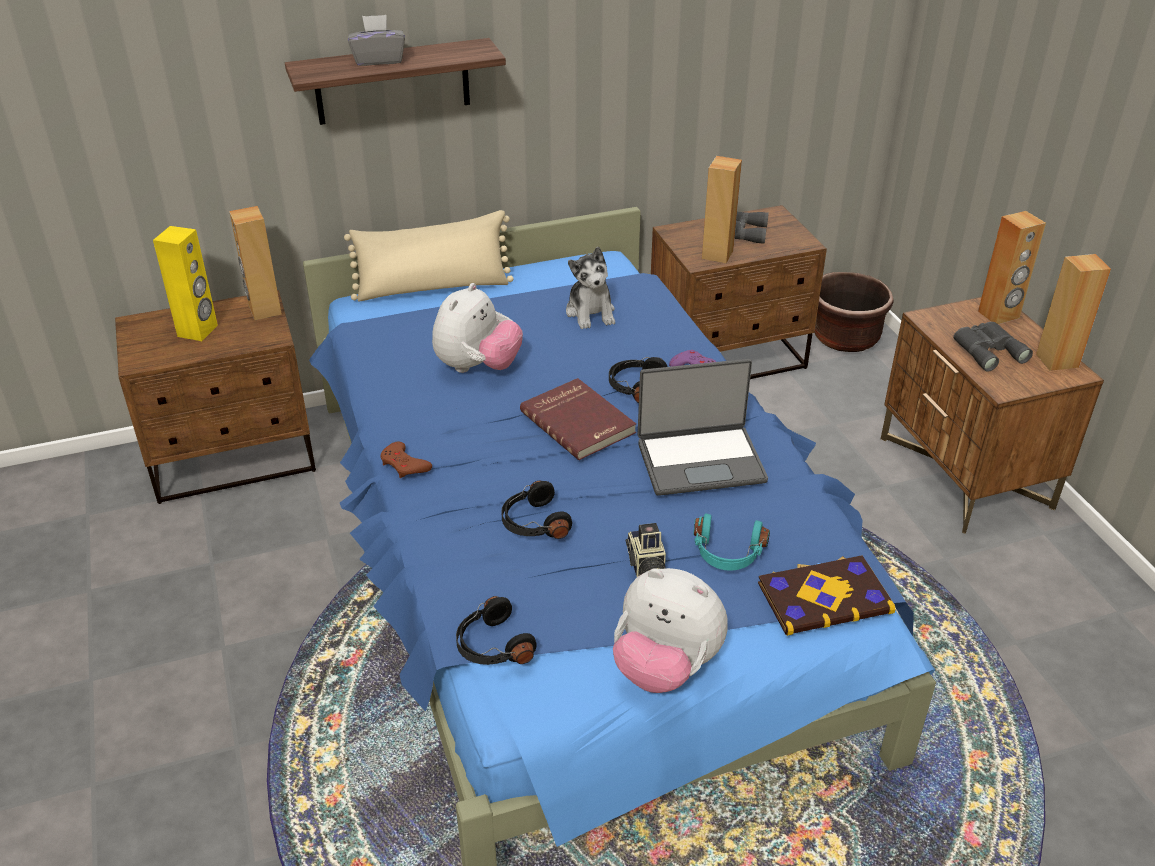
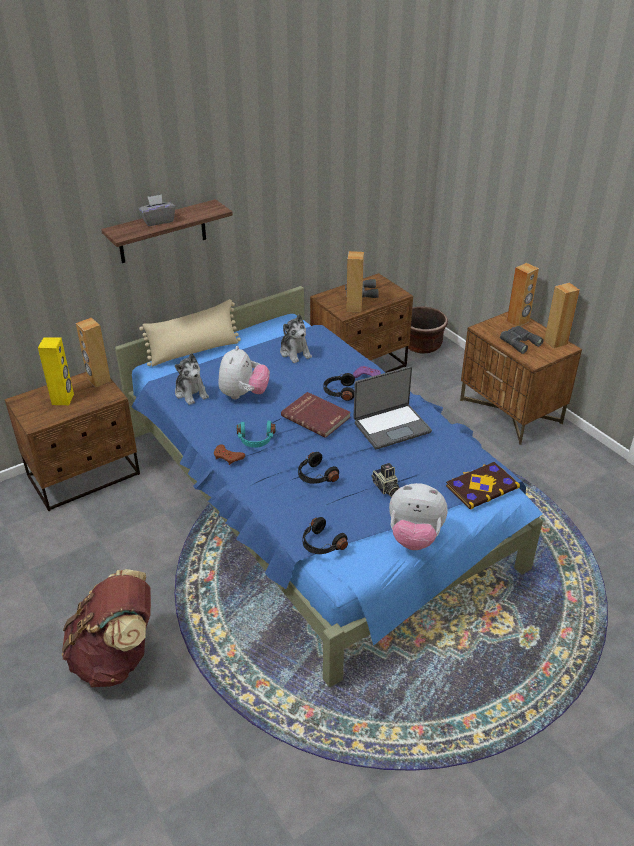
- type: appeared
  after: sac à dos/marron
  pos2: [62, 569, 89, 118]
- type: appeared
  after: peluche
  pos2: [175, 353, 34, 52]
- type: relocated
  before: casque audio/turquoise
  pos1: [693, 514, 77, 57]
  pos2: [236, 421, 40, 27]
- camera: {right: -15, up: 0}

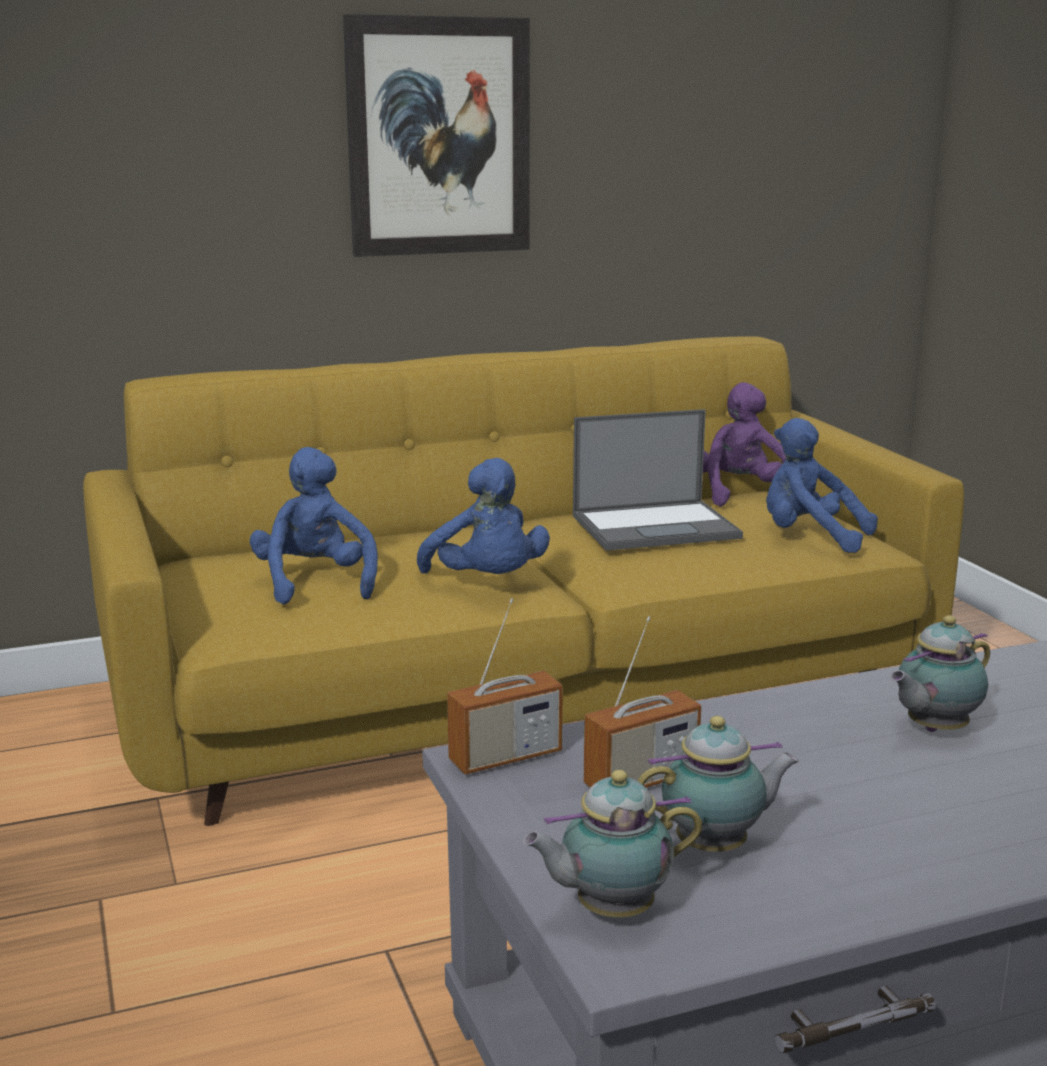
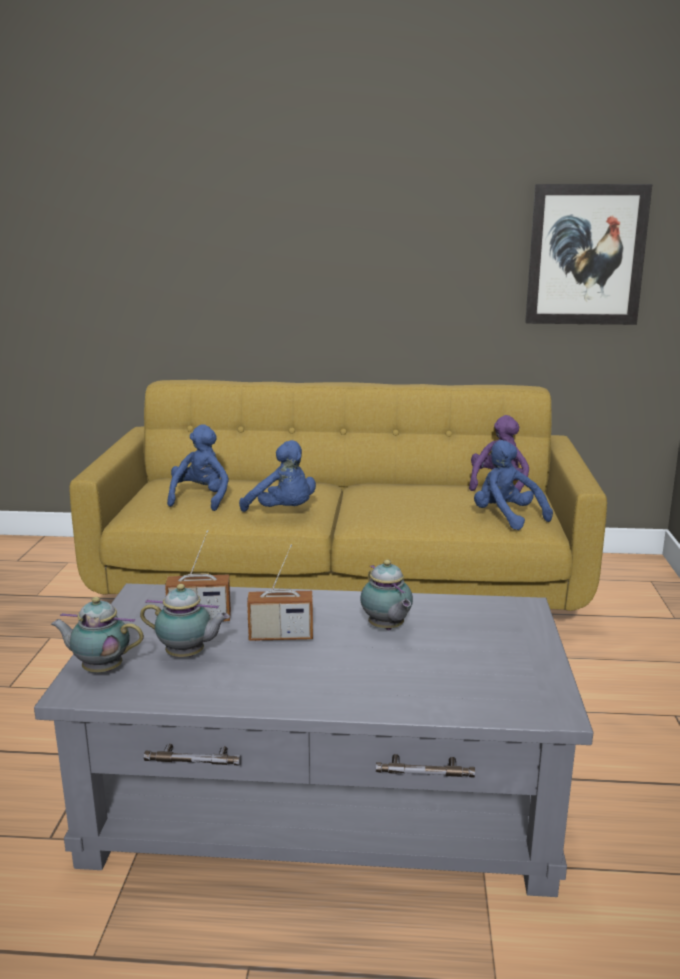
- type: missing
  before: ordinateur portable
  pos1: [573, 409, 170, 142]
- type: relocated
  before: tableau
  pos1: [343, 14, 187, 243]
  pos2: [525, 184, 127, 141]
- type: relocated
  before: radio
  pos1: [447, 598, 116, 176]
  pos2: [247, 544, 66, 97]
- type: spun
  before: peluche/bleu
  pos1: [417, 458, 133, 116]
  pos2: [239, 440, 77, 72]
  turn: -45
- type: spun
  before: théière
  pos1: [890, 615, 100, 117]
  pos2: [360, 560, 53, 70]
  turn: -105
- camera: {right: 25, up: 0}

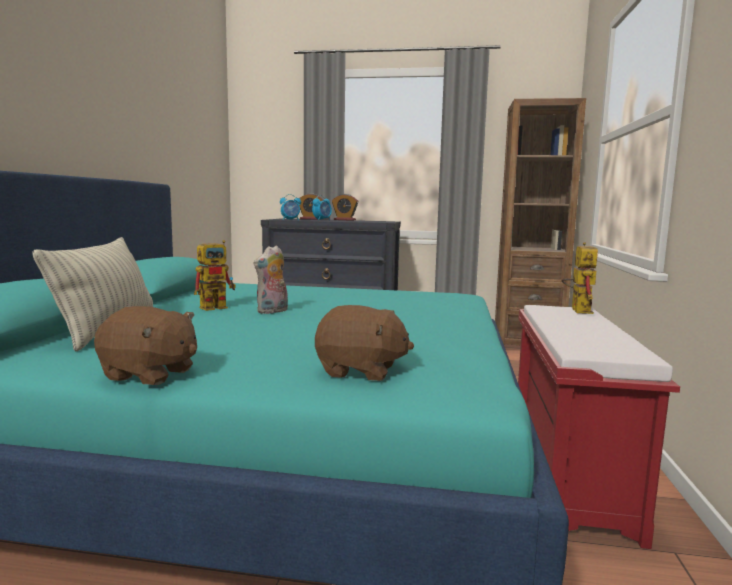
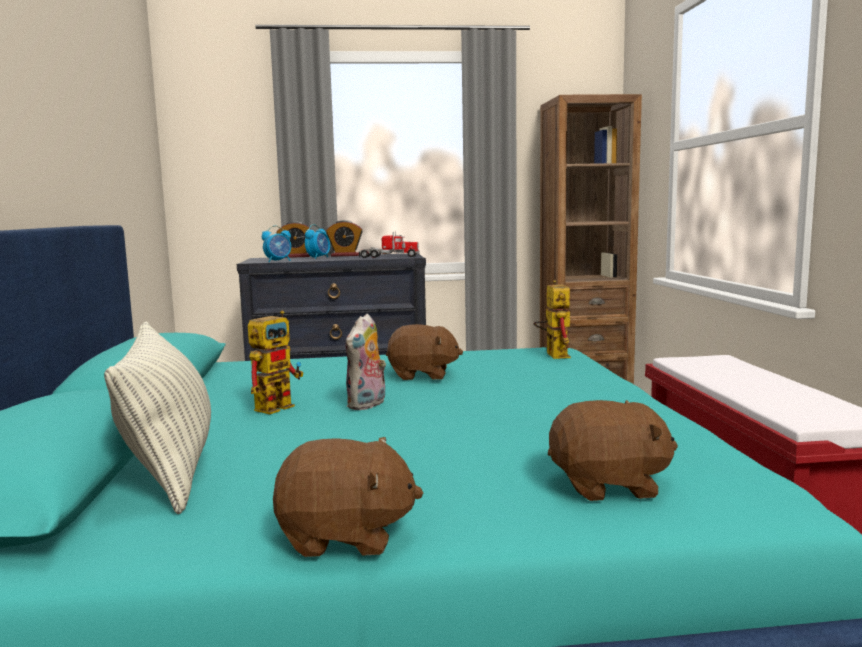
- type: appeared
  after: camion jouet
  pos2: [359, 231, 61, 27]
- type: appeared
  after: peluche/marron
  pos2: [386, 324, 77, 56]
- type: relocated
  before: robot jouet
  pos1: [562, 242, 36, 72]
  pos2: [534, 280, 37, 79]
- camera: {right: -15, up: 0}

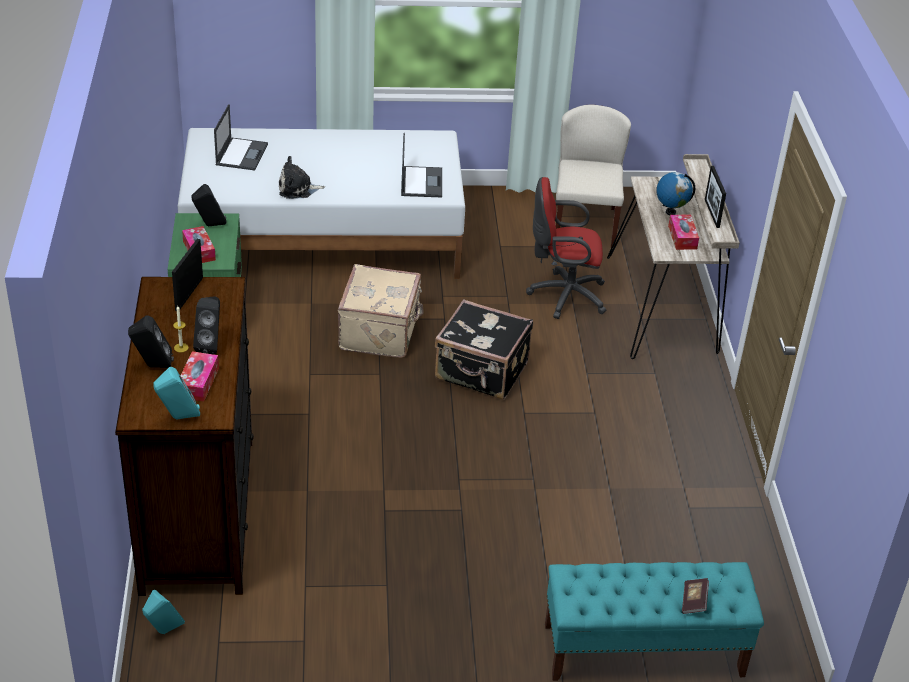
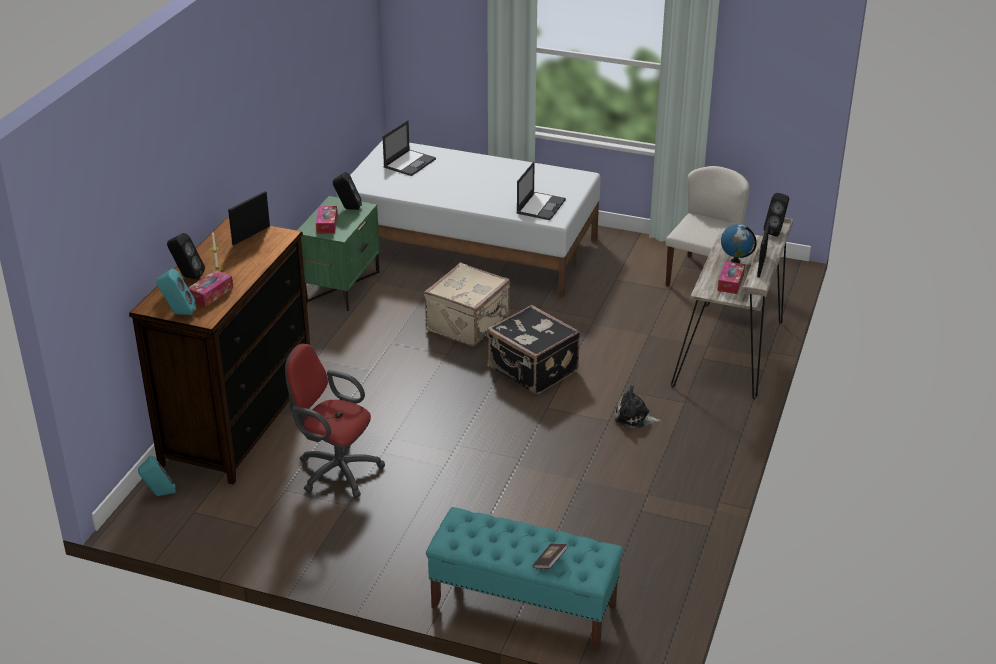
- type: relocated
  before: enceinte/noir
  pos1: [193, 297, 27, 58]
  pos2: [764, 193, 25, 43]
- type: relocated
  before: peluche
  pos1: [279, 156, 46, 43]
  pos2: [614, 385, 47, 43]
- type: relocated
  before: chaise de bureau/rouge
  pos1: [526, 177, 80, 142]
  pos2: [285, 343, 100, 155]
- camera: {right: 25, up: -5}

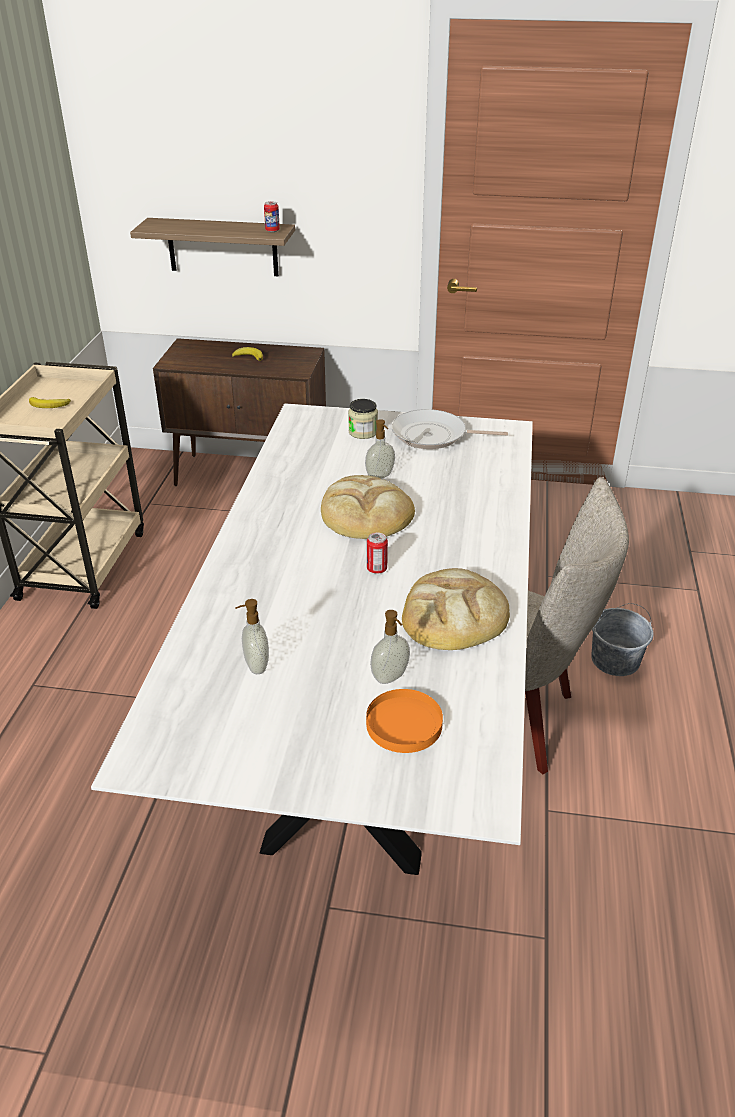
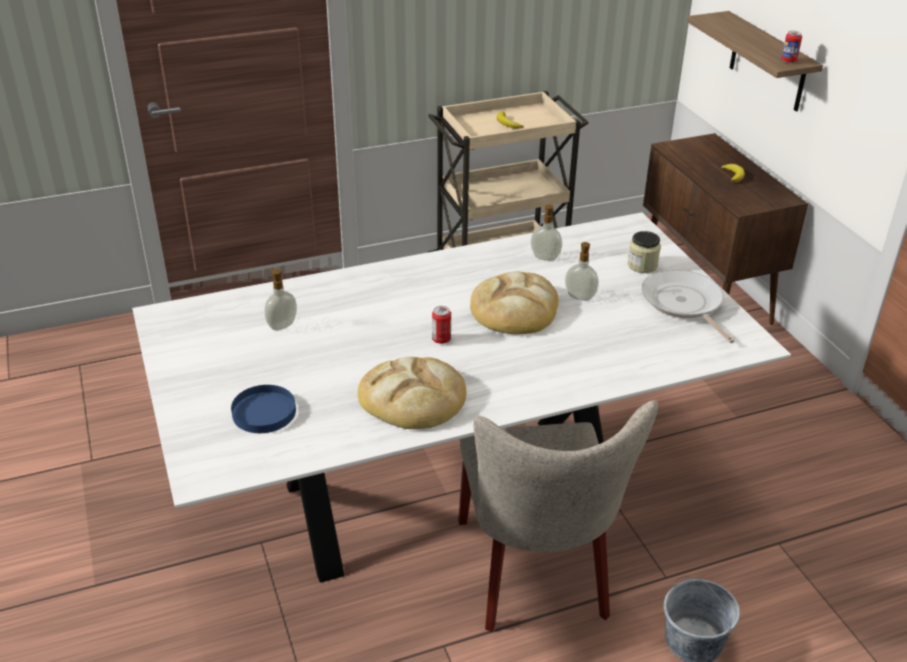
- type: relocated
  before: distributeur de savon
  pos1: [370, 610, 40, 74]
  pos2: [531, 205, 31, 56]
- type: colour
  before: assiette/orange
  after: assiette/bleu
  pos1: [366, 689, 77, 64]
  pos2: [231, 385, 65, 48]
- camera: {right: 60, up: 0}

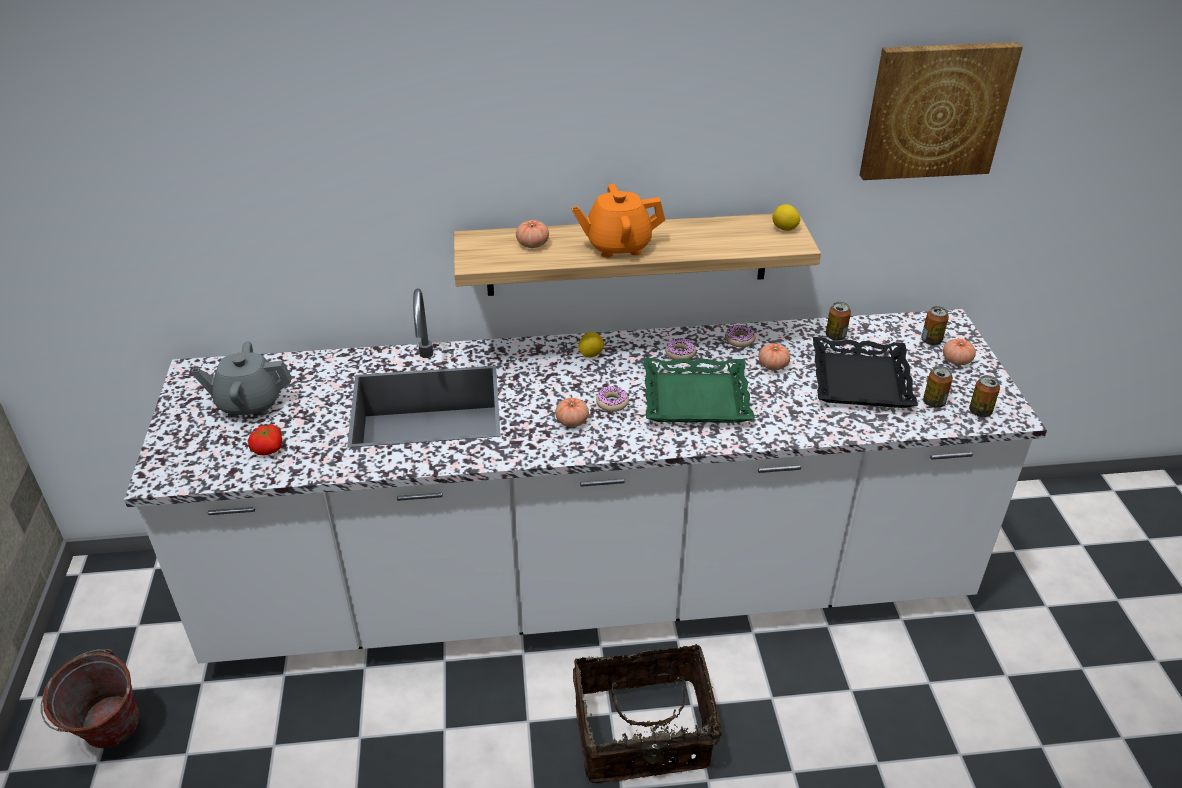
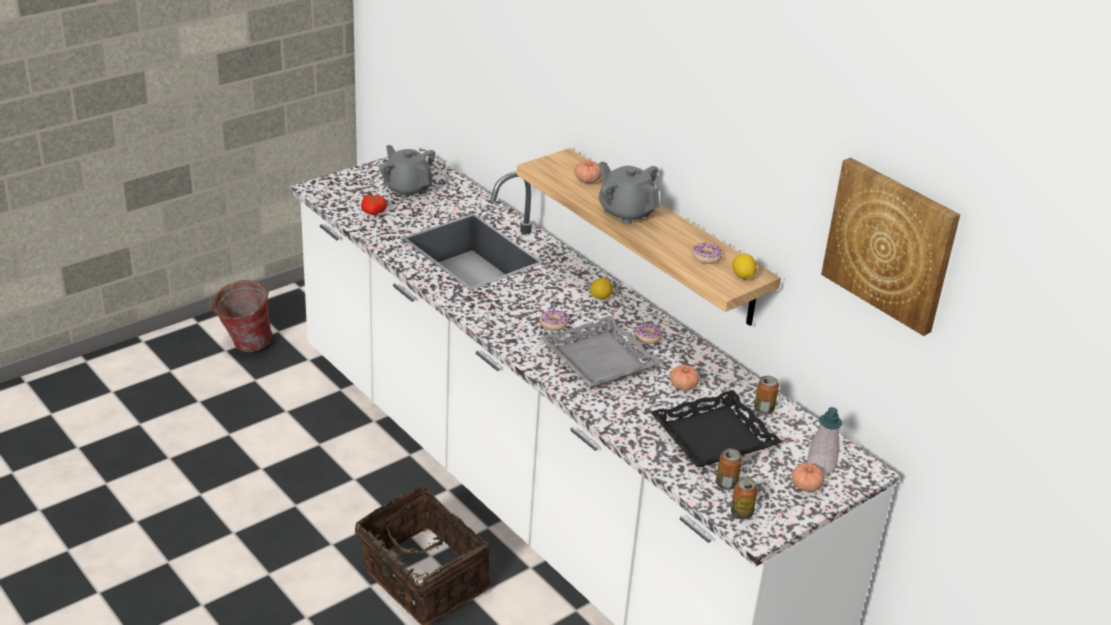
- type: missing
  before: tomate
  pos1: [555, 398, 34, 29]
- type: relocated
  before: beignet
  pos1: [725, 325, 31, 22]
  pos2: [692, 243, 30, 21]
- type: exchanged
  before: boîte métallique
  after: distributeur de savon
  pos1: [921, 306, 28, 39]
  pos2: [807, 407, 35, 67]
- type: colour
  before: théière/orange
  after: théière/gris
  pos1: [571, 184, 94, 74]
  pos2: [599, 161, 61, 64]
- type: colour
  before: plateau/vert
  after: plateau/gris
  pos1: [643, 358, 112, 65]
  pos2: [539, 316, 123, 72]
- camera: {right: 55, up: -5}

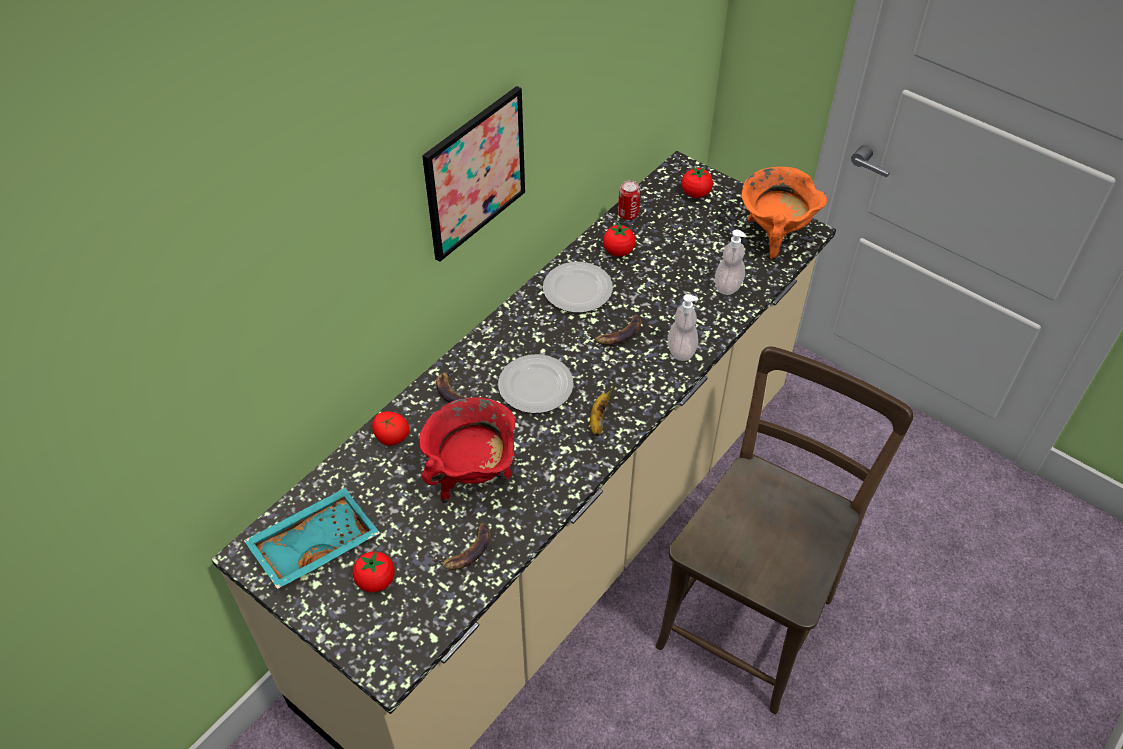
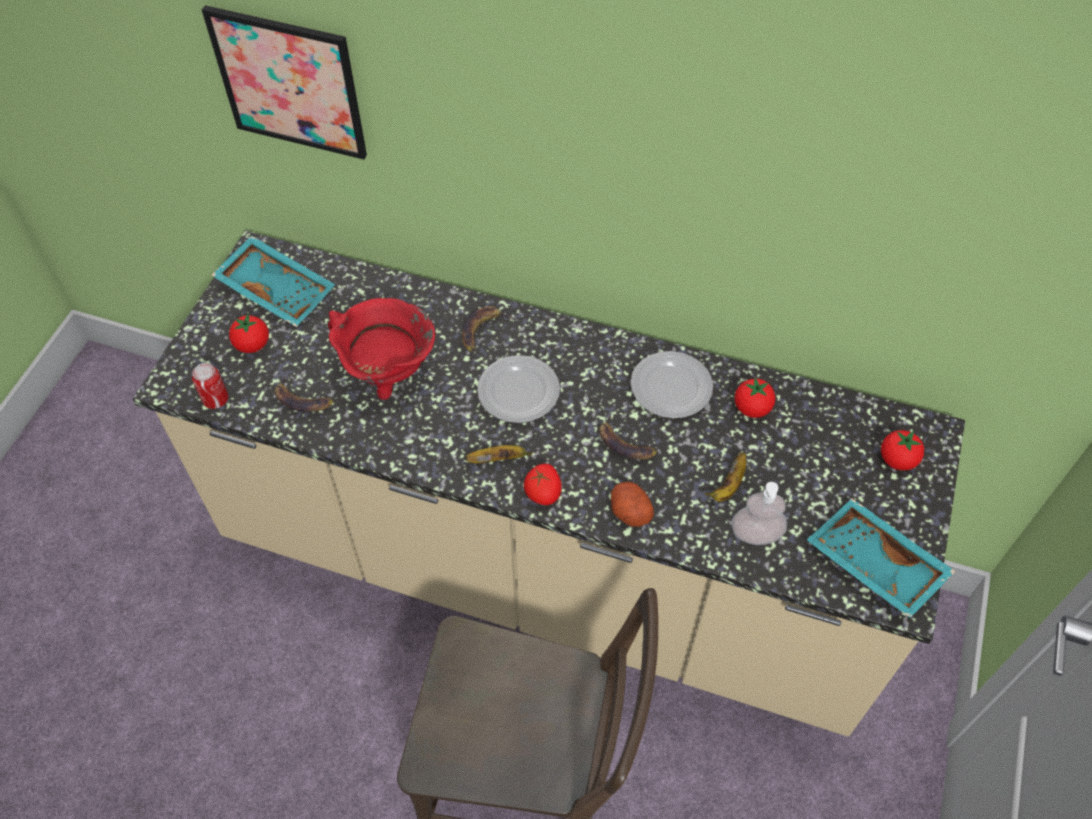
- type: appeared
  after: banane
  pos2: [704, 452, 42, 50]
- type: relocated
  before: tomate
  pos1: [372, 411, 38, 35]
  pos2: [524, 464, 38, 41]
- type: relocated
  before: tableau
  pos1: [422, 86, 103, 176]
  pos2: [202, 5, 165, 155]
- type: relocated
  before: boîte métallique
  pos1: [618, 180, 22, 40]
  pos2: [192, 363, 36, 46]
- type: exchanged
  before: distributeur de savon
  after: pomme de terre
  pos1: [668, 294, 30, 67]
  pos2: [611, 482, 43, 45]
- type: exchanged
  before: marmite/orange
  after: plateau/turquoise
  pos1: [741, 167, 86, 94]
  pos2: [807, 499, 149, 119]
- camera: {right: 70, up: 5}

